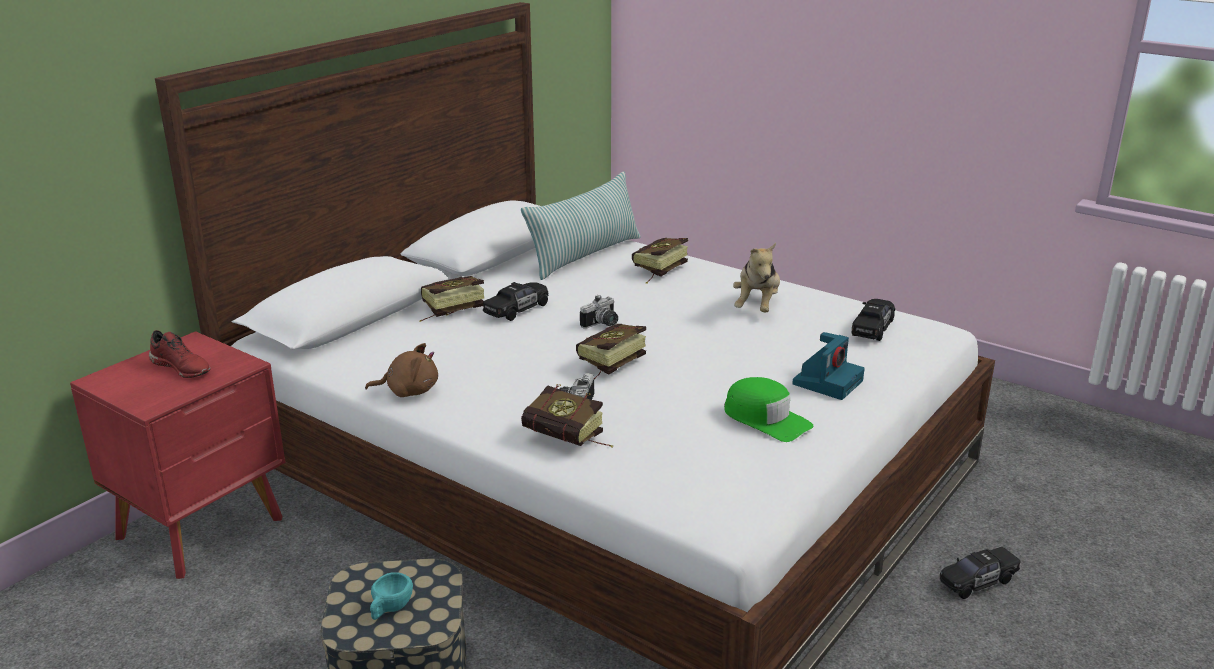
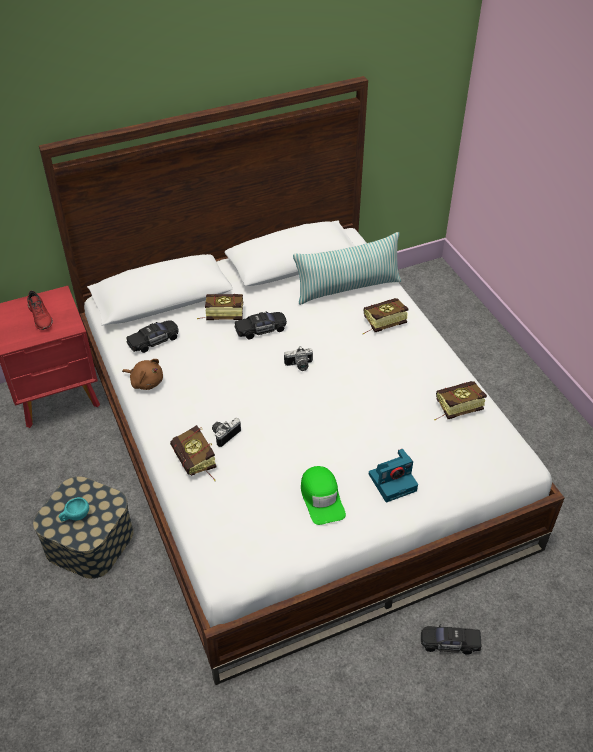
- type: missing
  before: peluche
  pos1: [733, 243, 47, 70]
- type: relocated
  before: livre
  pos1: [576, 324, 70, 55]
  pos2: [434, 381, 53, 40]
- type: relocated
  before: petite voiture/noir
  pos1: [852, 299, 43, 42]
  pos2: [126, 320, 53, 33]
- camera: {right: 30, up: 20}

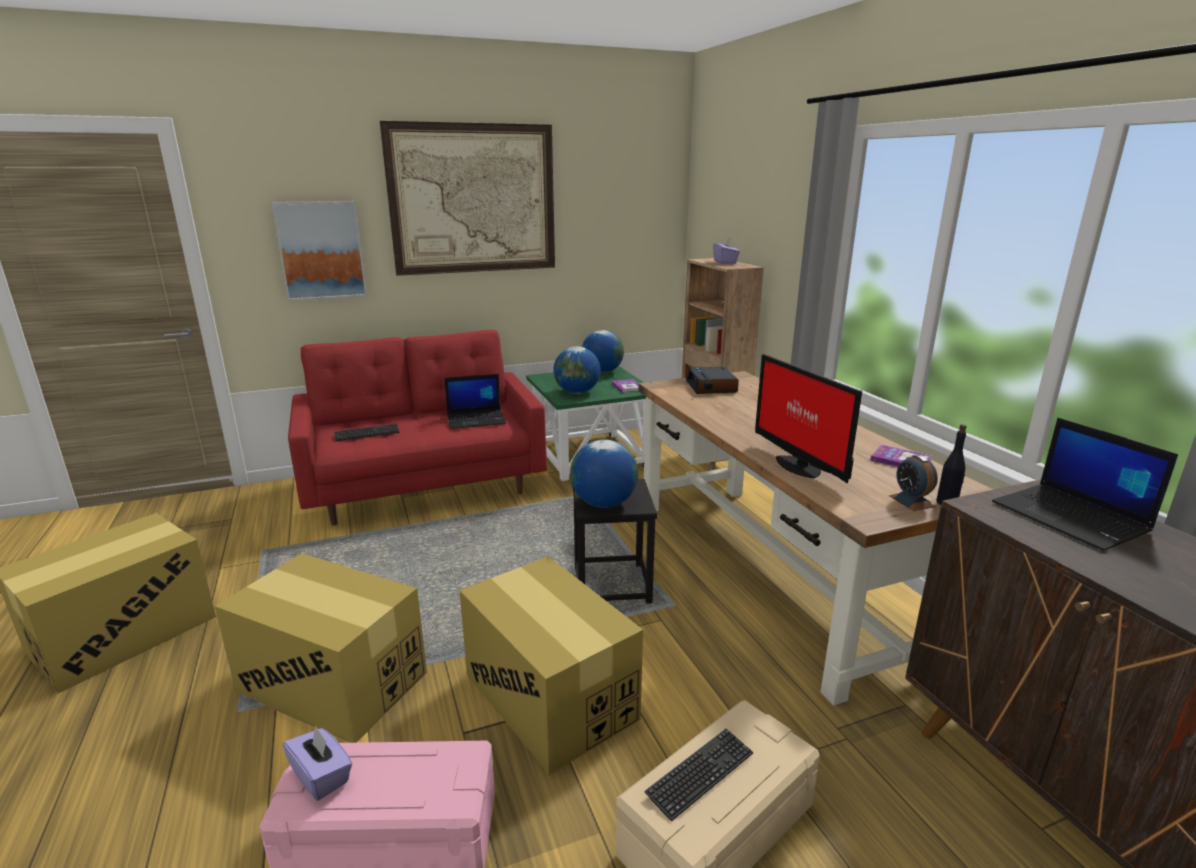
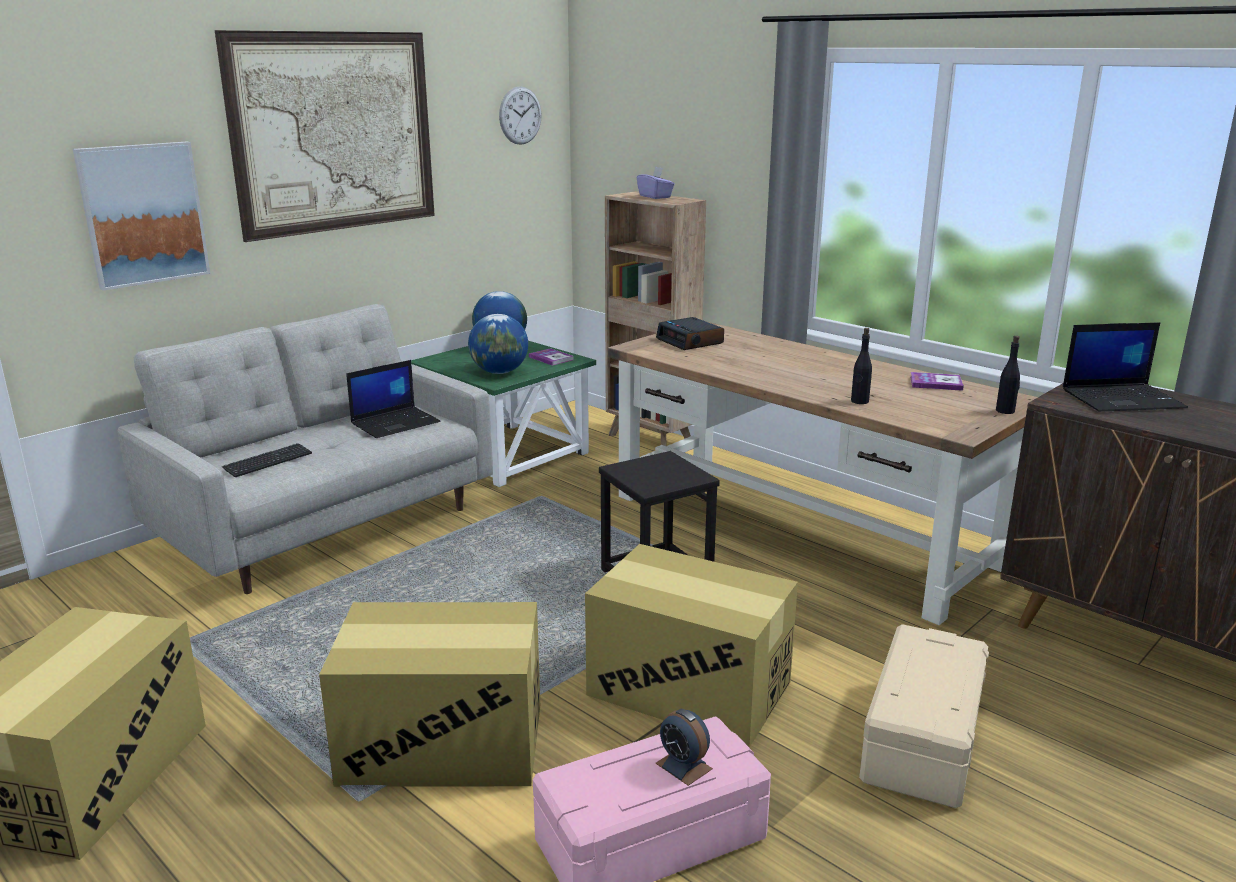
- type: missing
  before: boîte à mouchoirs/violet
  pos1: [283, 725, 69, 76]
- type: missing
  before: globe
  pos1: [570, 439, 68, 69]
- type: missing
  before: clavier
  pos1: [644, 729, 109, 93]
- type: appeared
  after: horloge murale
  pos2: [499, 86, 43, 59]
- type: relocated
  before: réveil
  pos1: [889, 455, 49, 56]
  pos2: [656, 708, 57, 78]
- type: exchanged
  before: écran d'ordinateur
  after: bouteille/noir
  pos1: [755, 354, 107, 129]
  pos2: [851, 328, 21, 76]
- type: colour
  before: canapé/rouge
  after: canapé/gris
  pos1: [288, 330, 259, 196]
  pos2: [117, 304, 376, 290]
- type: spun
  before: ordinateur portable
  pos1: [992, 418, 186, 133]
  pos2: [1063, 322, 125, 90]
  turn: -45
- camera: {right: -25, up: 0}

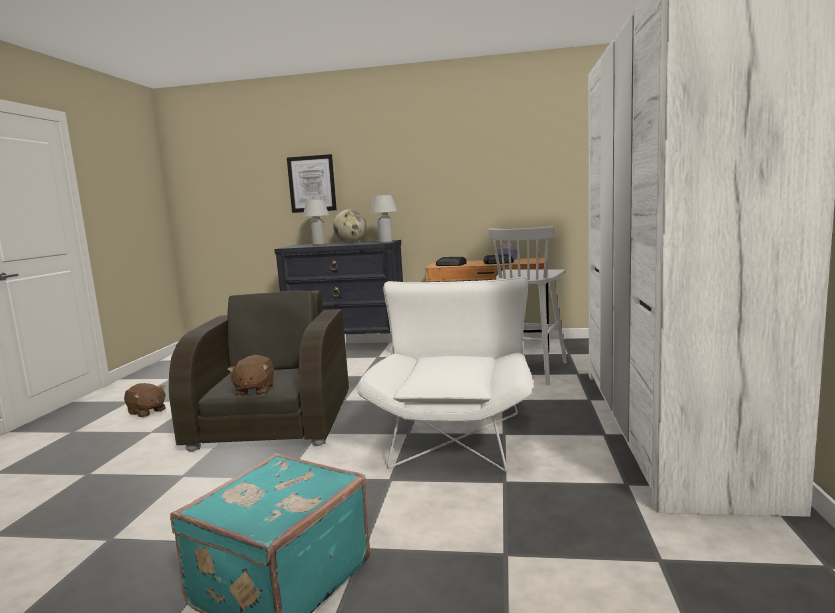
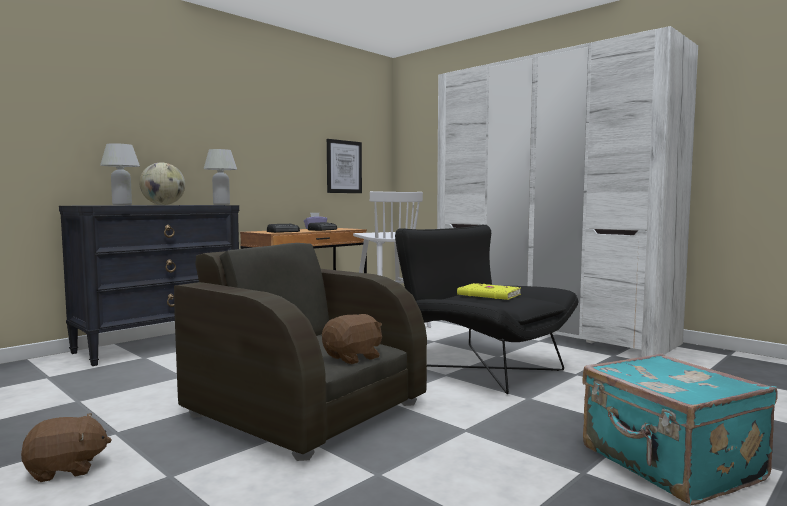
- type: appeared
  after: livre/jaune
  pos2: [457, 283, 64, 17]
- type: relocated
  before: tableau
  pos1: [287, 154, 50, 59]
  pos2: [327, 139, 35, 54]
- type: colour
  before: fauteuil/blanc
  after: fauteuil/noir
  pos1: [356, 277, 177, 195]
  pos2: [395, 225, 183, 169]
- type: spun
  before: peluche/marron
  pos1: [228, 355, 46, 42]
  pos2: [322, 314, 60, 50]
  turn: -75
- camera: {right: -55, up: -5}

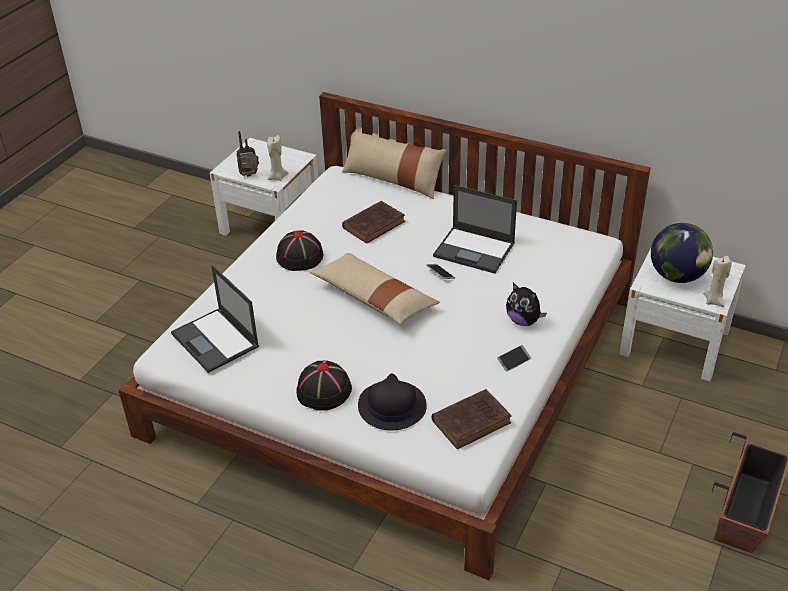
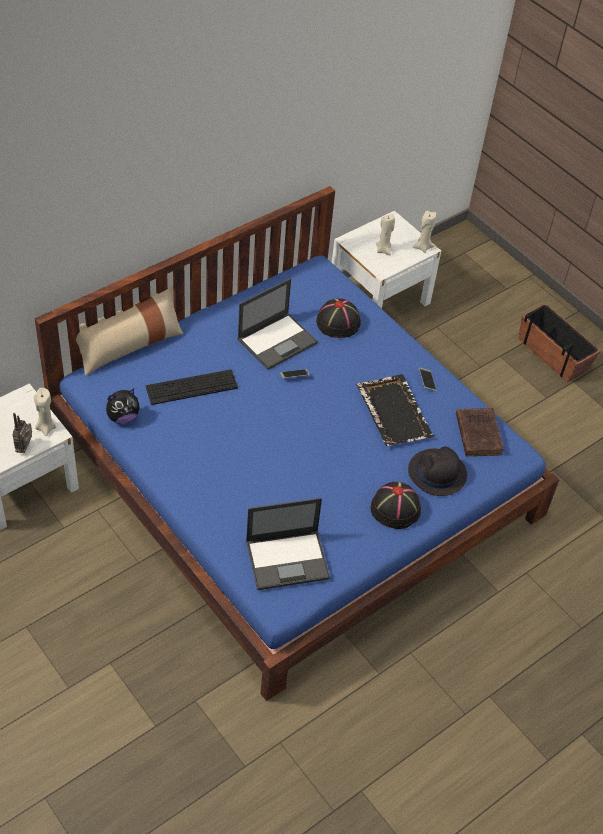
- type: missing
  before: coussin/beige
  pos1: [309, 253, 131, 71]
- type: appeared
  after: plateau/noir
  pos2: [356, 374, 79, 72]
- type: relocated
  before: chapeau/noir
  pos1: [276, 230, 47, 41]
  pos2: [316, 298, 45, 40]
- type: relocated
  before: peluche
  pos1: [506, 283, 41, 43]
  pos2: [106, 389, 34, 35]
- type: exchanged
  before: livre/marron
  after: clavier
  pos1: [342, 201, 63, 42]
  pos2: [146, 369, 92, 36]
- type: exchanged
  before: globe
  after: bougie/beige
  pos1: [651, 223, 62, 60]
  pos2: [376, 214, 19, 41]
- type: colour
  before: lit/blanc
  after: lit/bleu
  pos1: [118, 92, 533, 488]
  pos2: [34, 186, 526, 515]
- camera: {right: -70, up: 10}

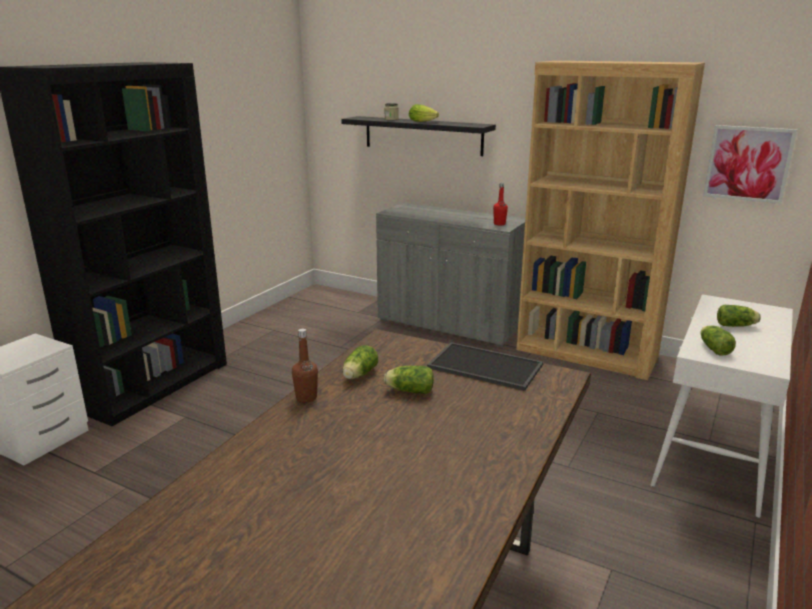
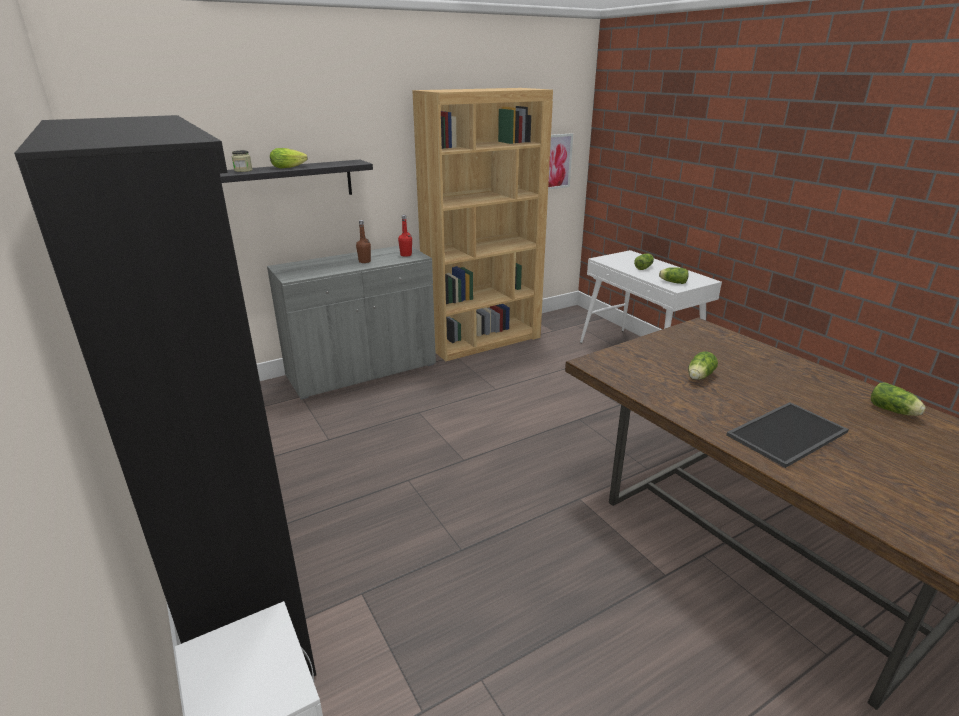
- type: relocated
  before: bouteille/marron
  pos1: [292, 329, 26, 74]
  pos2: [356, 220, 15, 43]
- type: relocated
  before: laitue
  pos1: [343, 345, 35, 34]
  pos2: [871, 382, 55, 34]
- type: relocated
  before: plateau
  pos1: [427, 342, 116, 49]
  pos2: [727, 402, 122, 66]
- camera: {right: -60, up: 5}

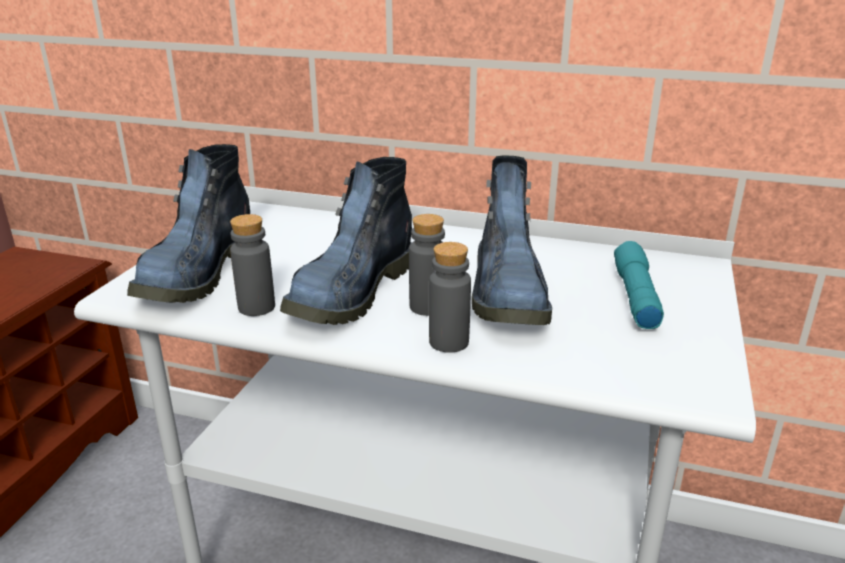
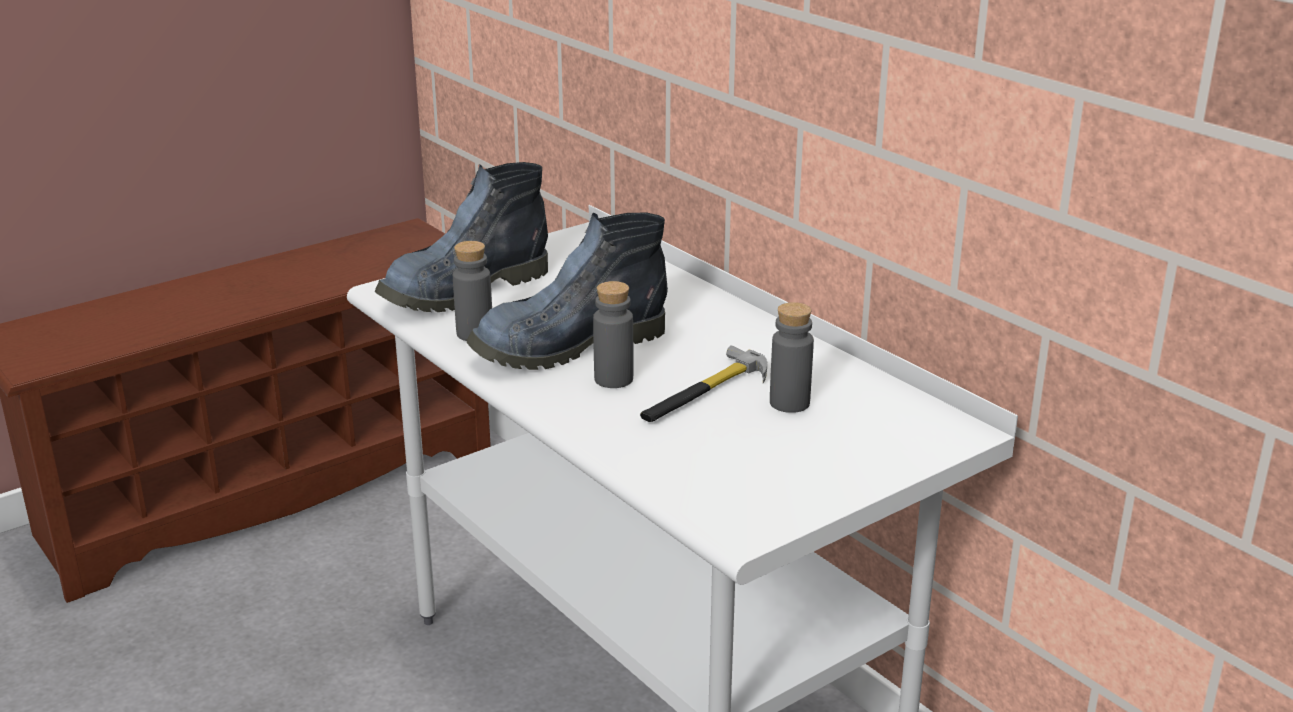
- type: missing
  before: lampe de poche/turquoise
  pos1: [614, 241, 50, 88]
- type: relocated
  before: bouteille/gris
  pos1: [429, 242, 42, 111]
  pos2: [770, 302, 44, 111]
- type: exchanged
  before: botte
  after: marteau
  pos1: [472, 156, 80, 169]
  pos2: [640, 345, 127, 77]
- camera: {right: 35, up: 0}

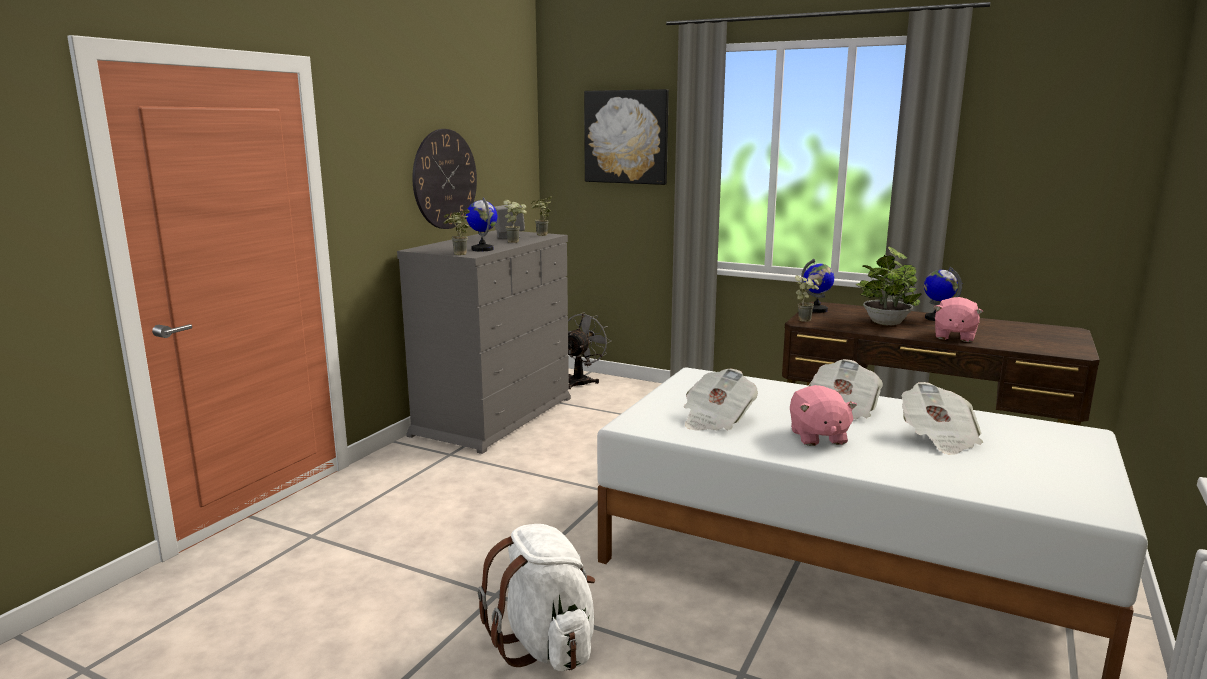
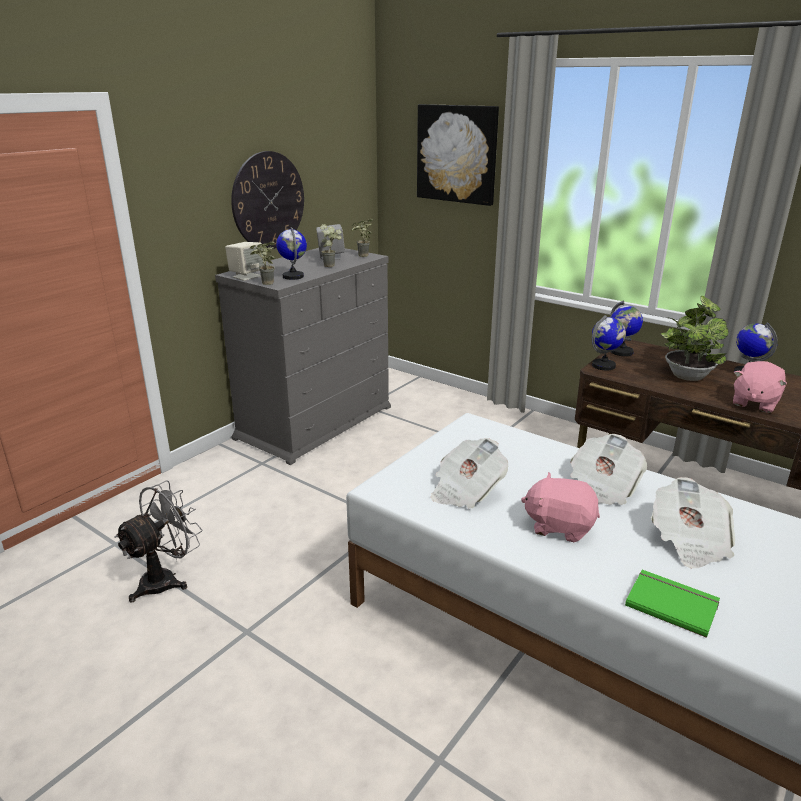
- type: missing
  before: sac à dos/blanc
  pos1: [478, 524, 117, 147]
- type: appeared
  after: enceinte/beige
  pos2: [225, 242, 40, 39]
- type: appeared
  after: livre/vert
  pos2: [625, 570, 95, 68]
- type: relocated
  before: ventilateur/gris
  pos1: [568, 312, 43, 77]
  pos2: [114, 480, 88, 123]
- type: exchanged
  before: plante en pot
  after: globe
  pos1: [795, 275, 24, 47]
  pos2: [592, 315, 34, 56]
- type: spun
  before: peluche/rose
  pos1: [790, 385, 67, 61]
  pos2: [521, 472, 79, 70]
  turn: 105
- camera: {right: 10, up: 10}

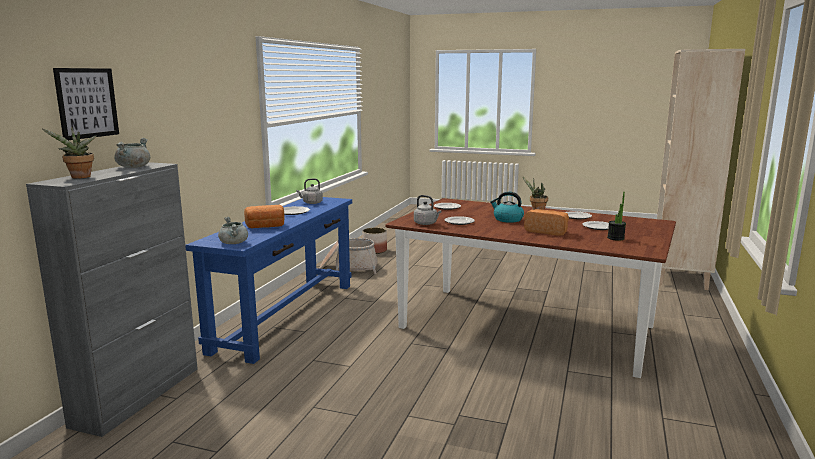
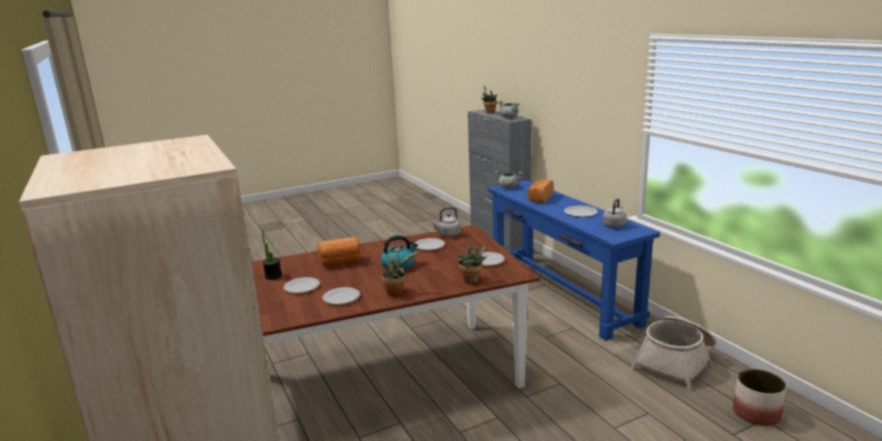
- type: missing
  before: tableau
  pos1: [53, 68, 66, 72]
- type: appeared
  after: plante en pot
  pos2: [457, 244, 31, 39]
- camera: {right: 135, up: 5}

